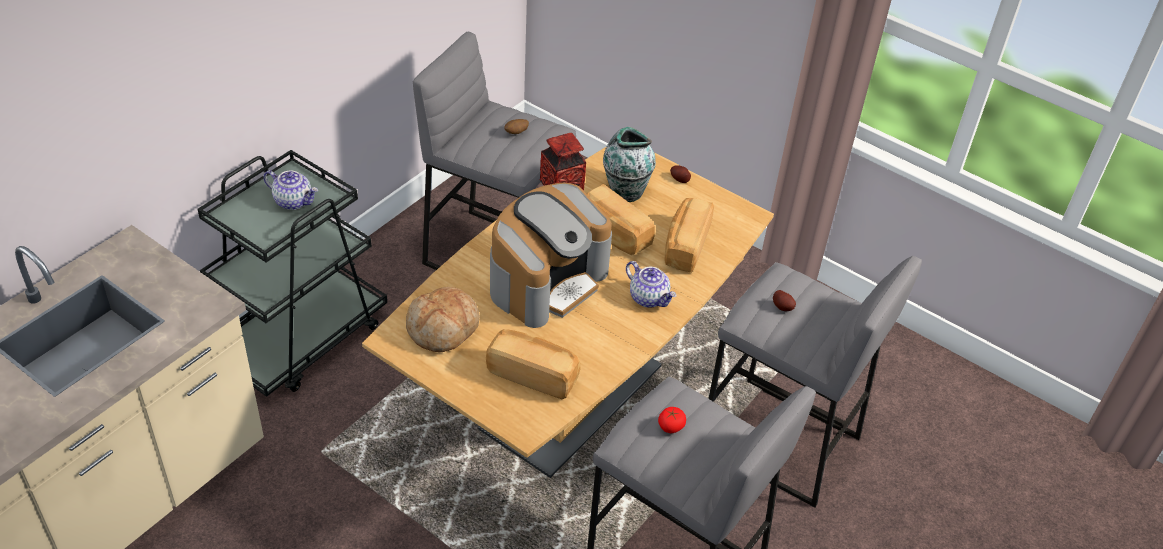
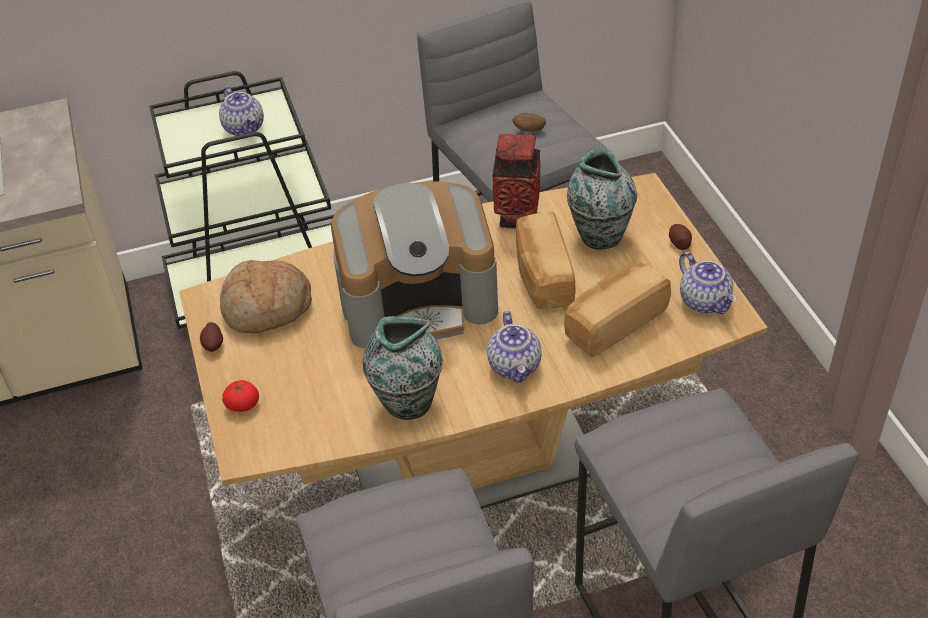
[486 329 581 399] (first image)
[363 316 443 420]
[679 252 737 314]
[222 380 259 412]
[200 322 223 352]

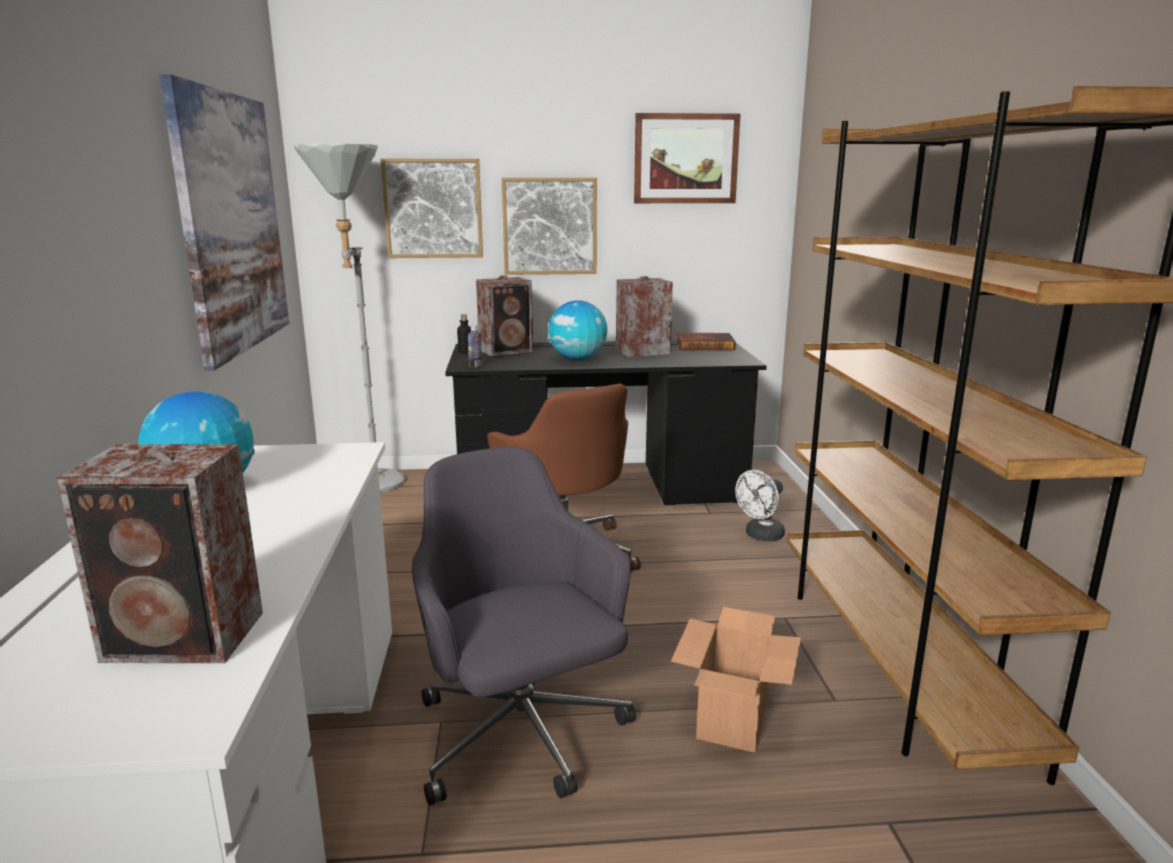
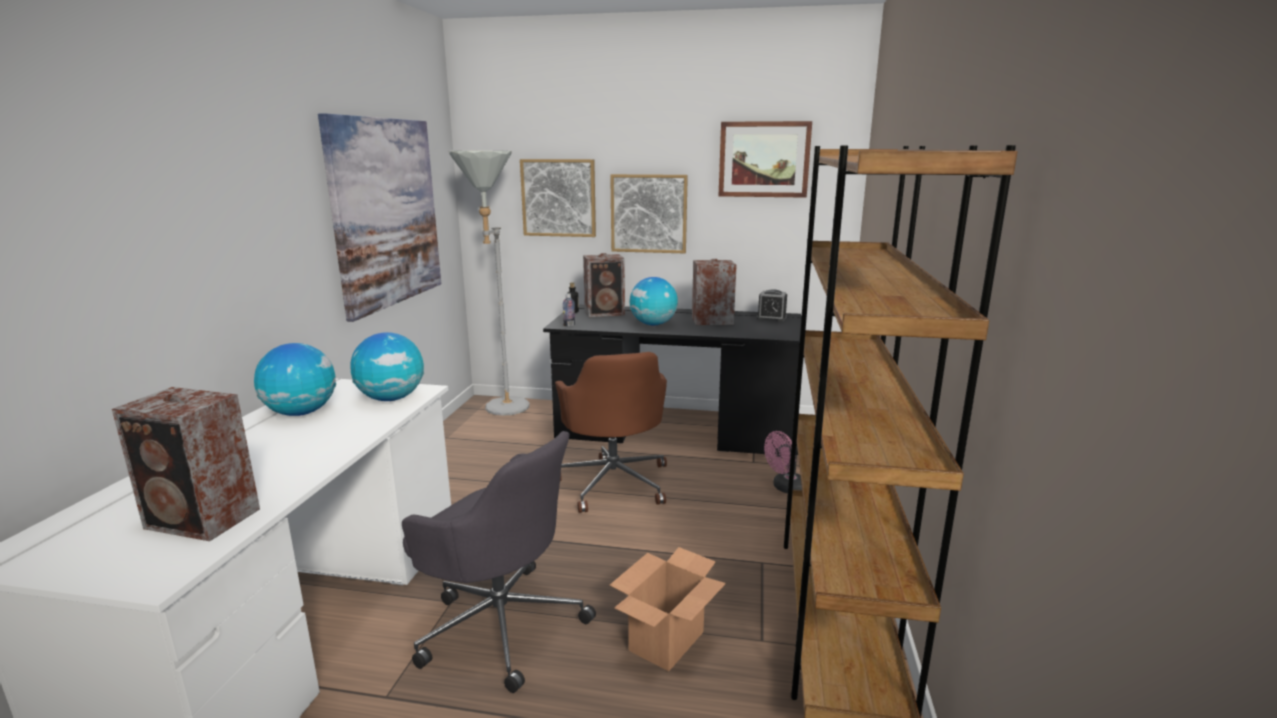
[350 332 424 401]
[756 289 787 322]
[764 431 802 493]
[402 431 596 693]

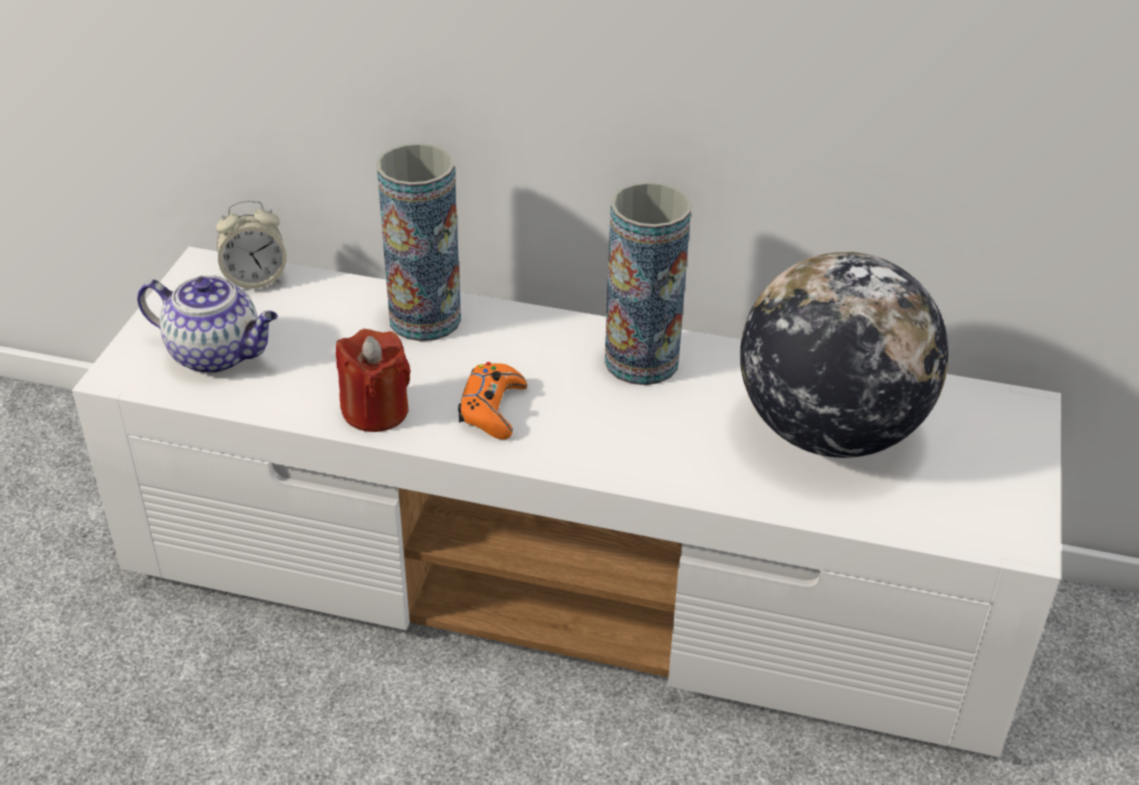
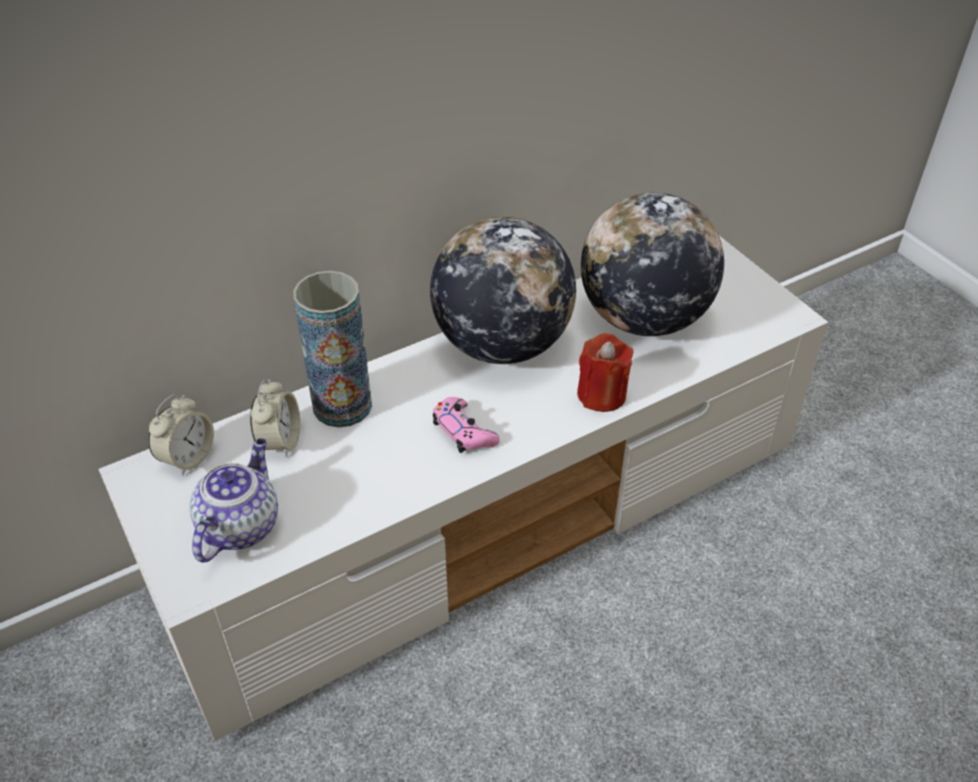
[250 379 301 457]
[577 333 634 412]
[430 217 576 364]
[433 397 500 453]
[190 438 278 562]

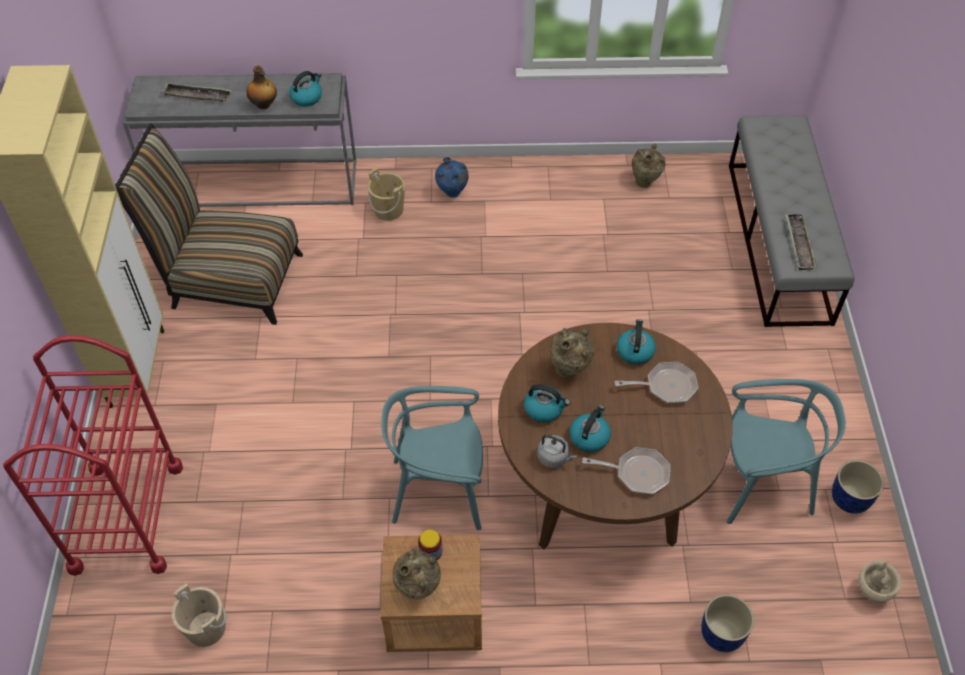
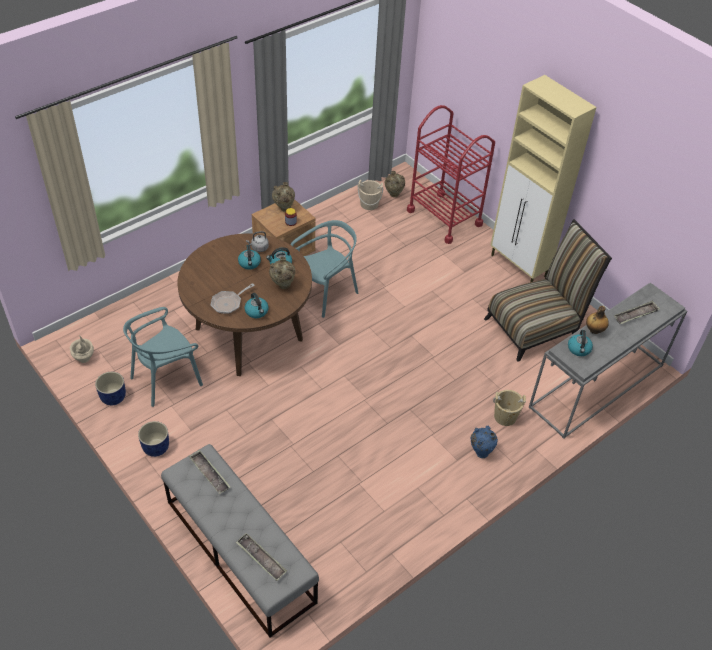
[582 447 670 494] (first image)
[236 533 287 581]
[385 171 405 197]
[138 421 169 457]

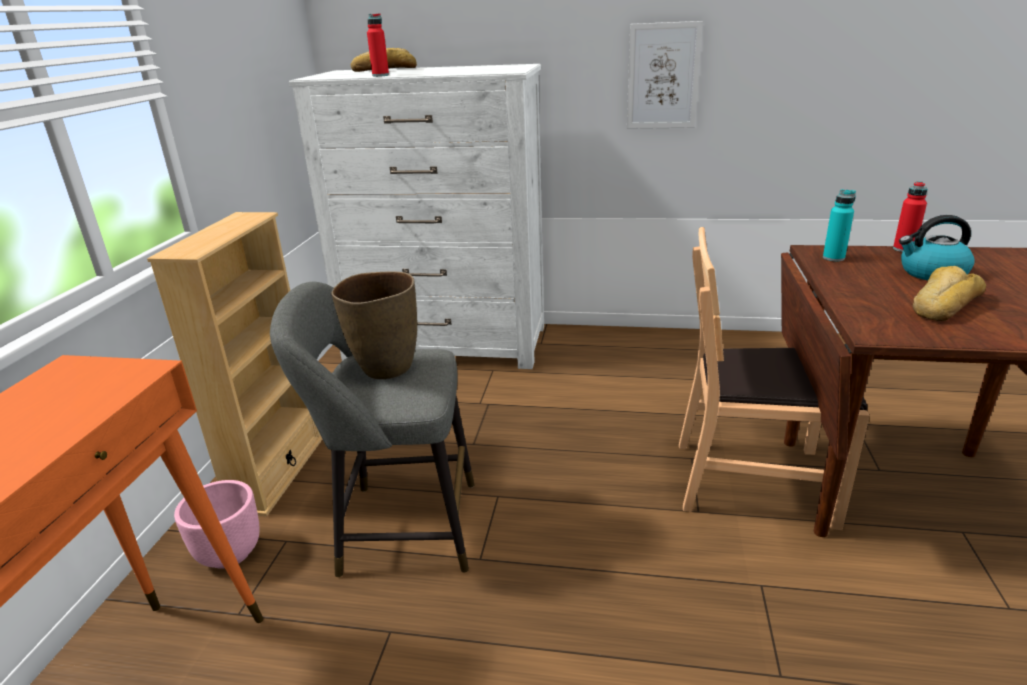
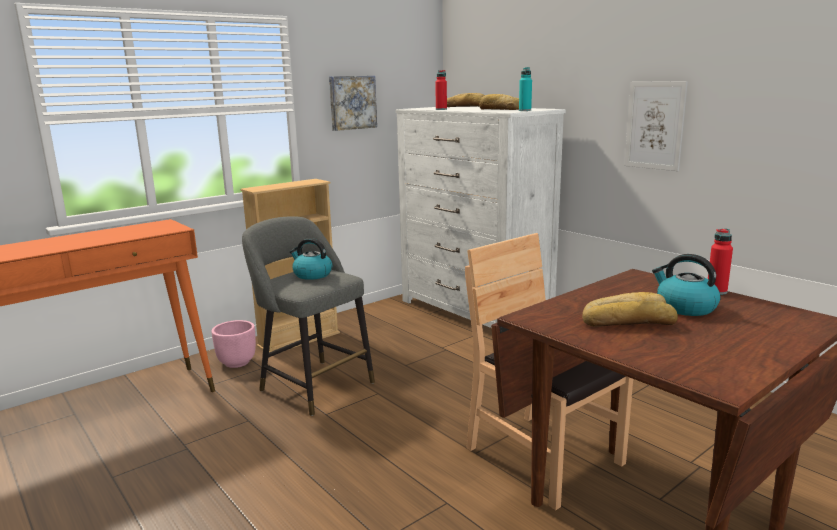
[329 76 377 131]
[479 94 519 110]
[519 67 532 111]
[290 238 332 280]

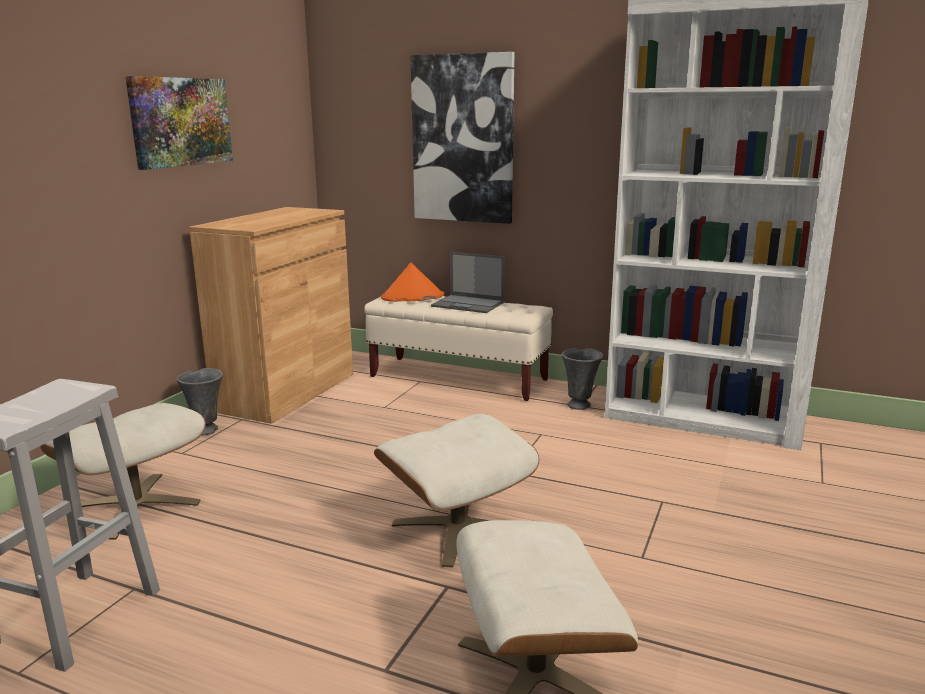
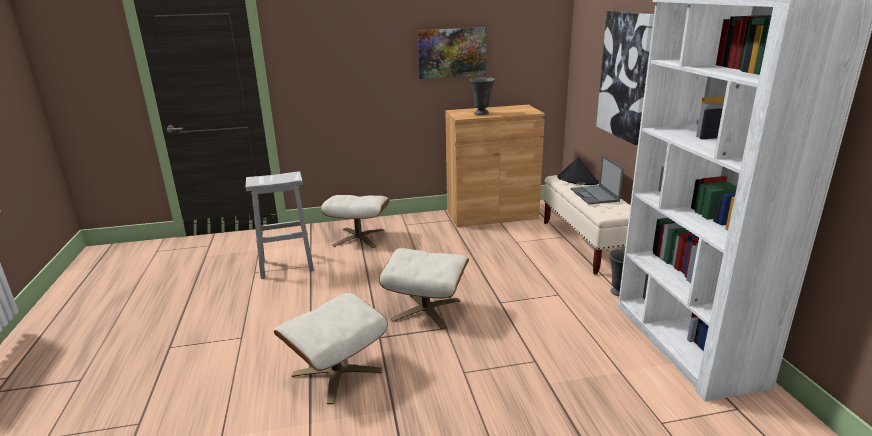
[470 77 495 115]
[557 157 599 185]

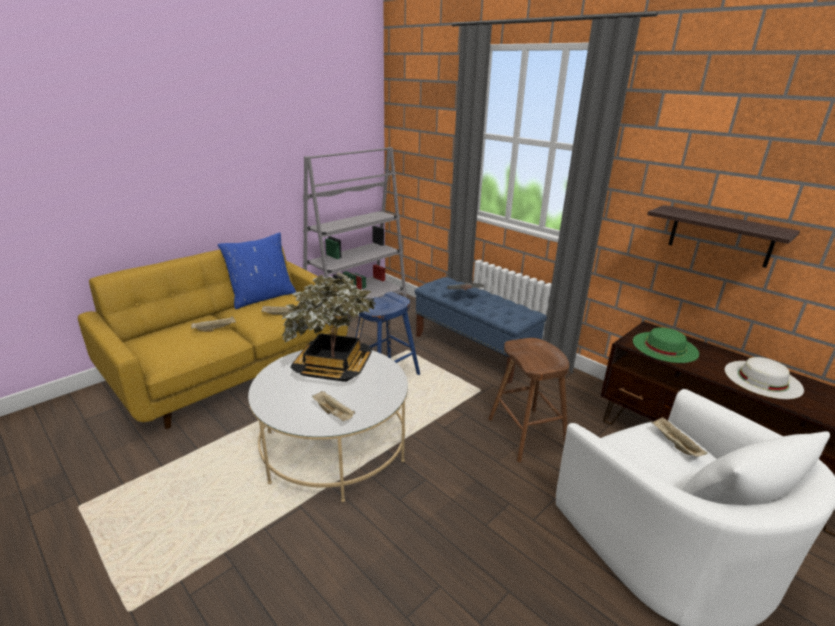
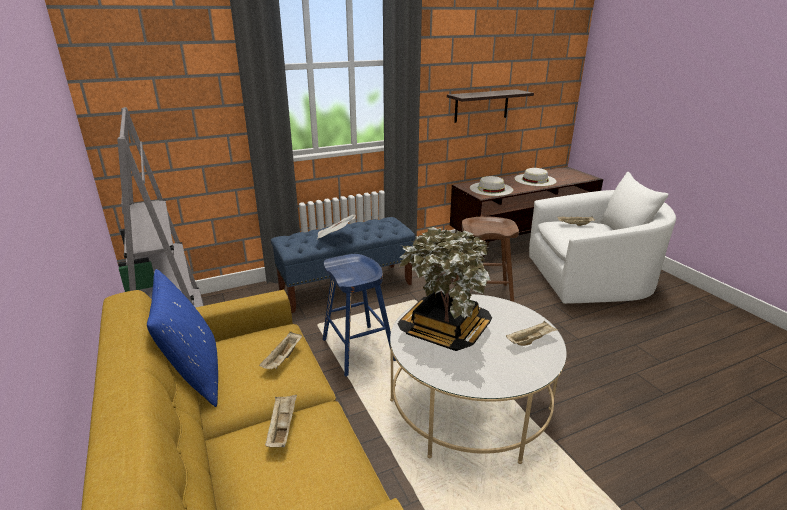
[470 176 513 196]

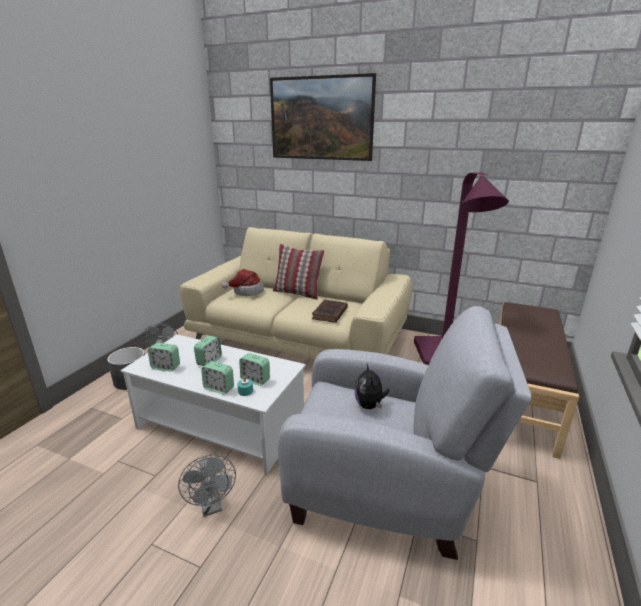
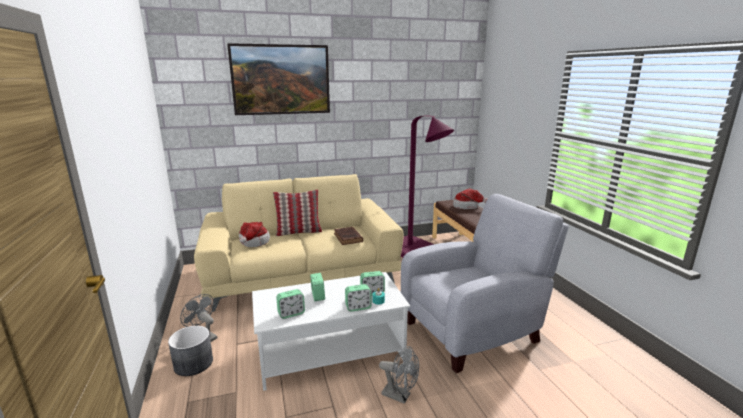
[354 364 389 409] (first image)
[453 188 488 209]

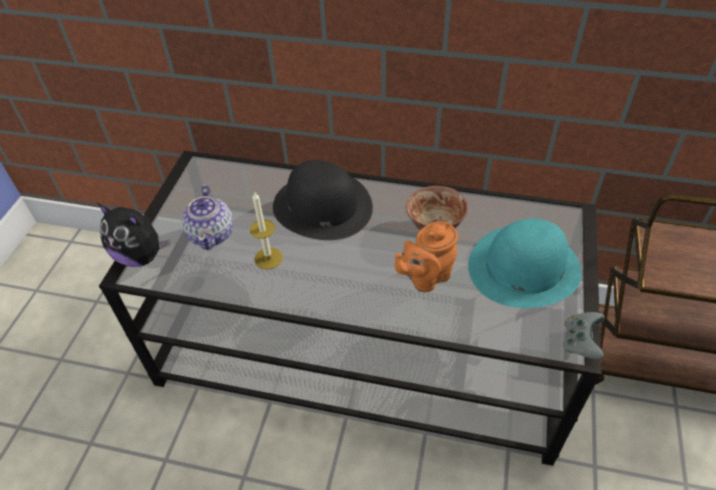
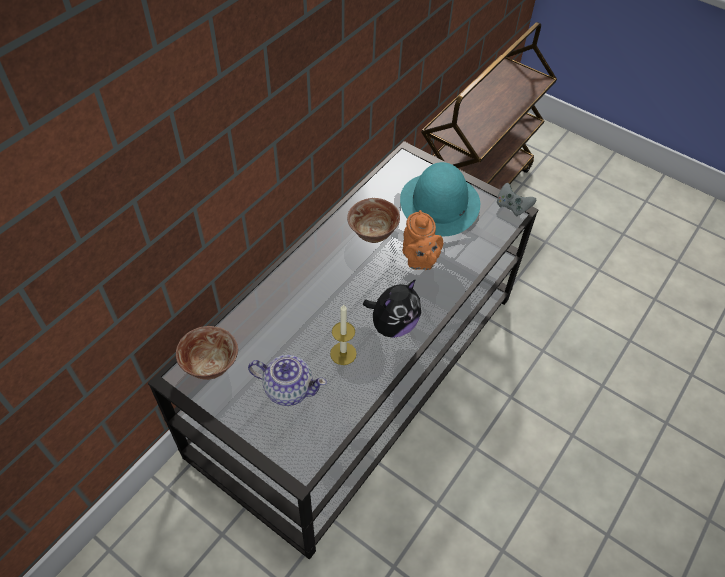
[273 160 373 240] (first image)
[176 326 238 380]
[363 279 421 338]

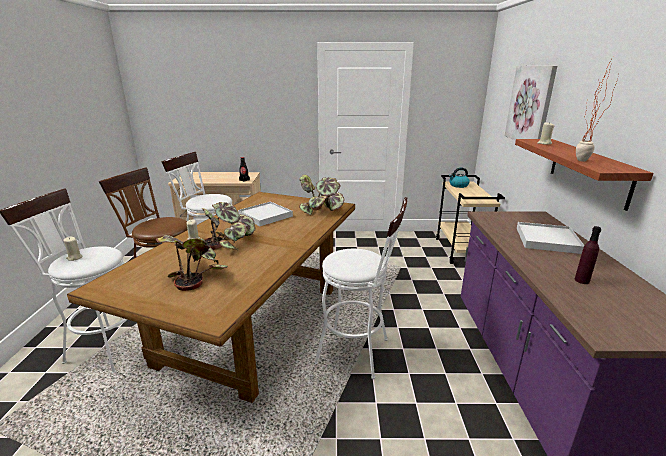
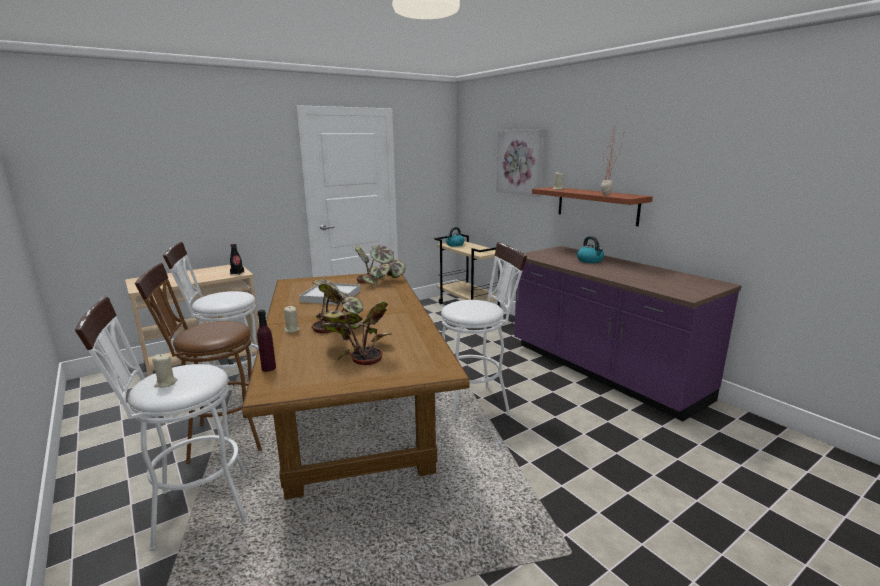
[257 310 276 372]
[577 236 604 263]

